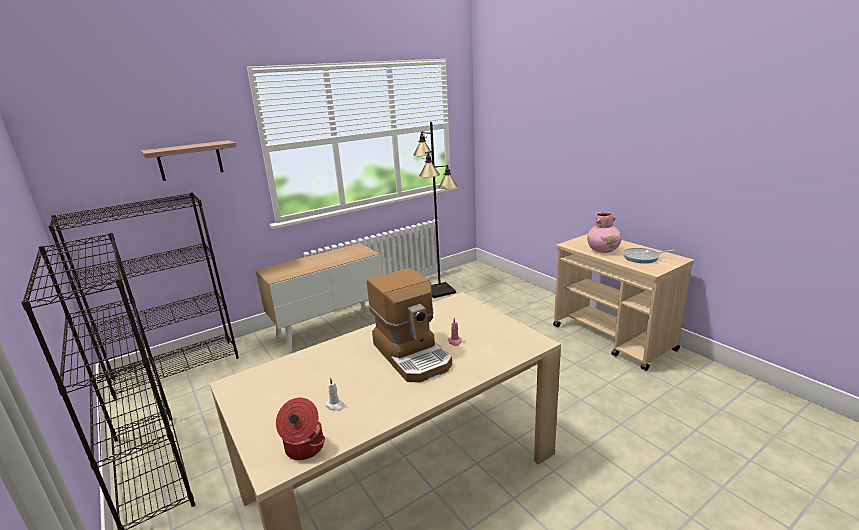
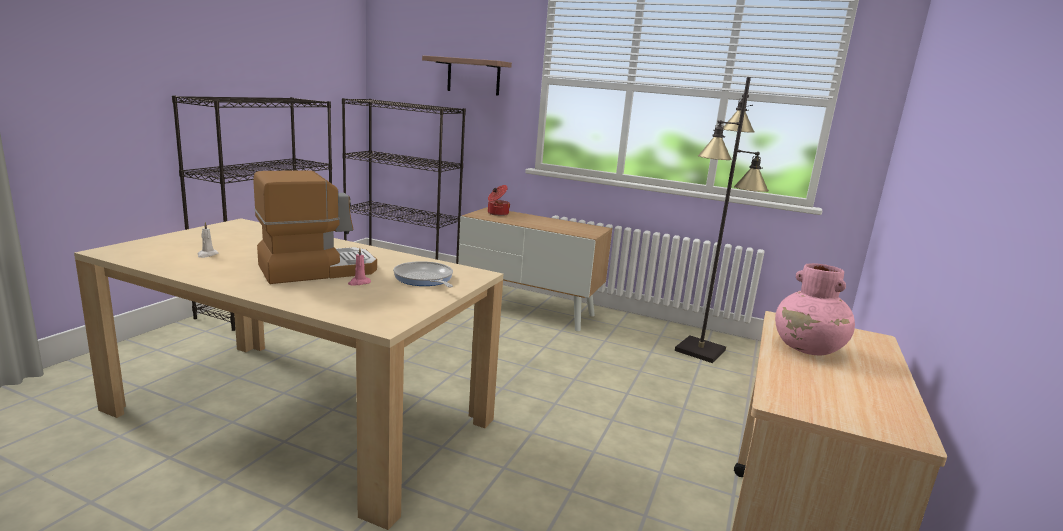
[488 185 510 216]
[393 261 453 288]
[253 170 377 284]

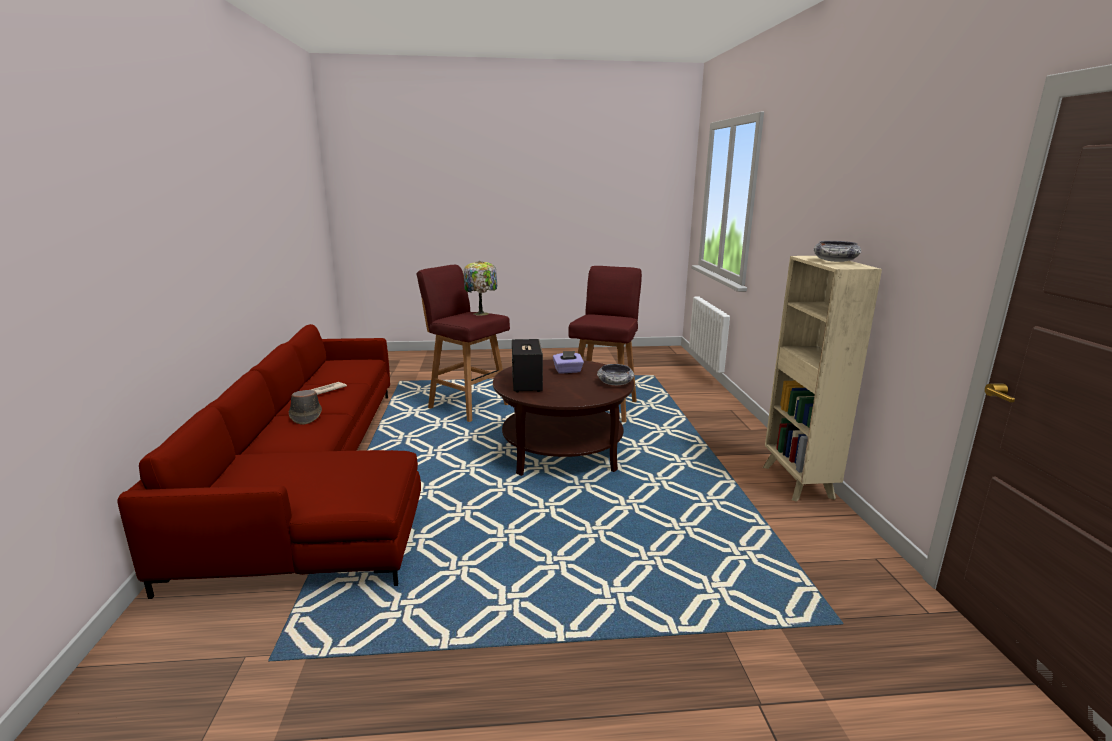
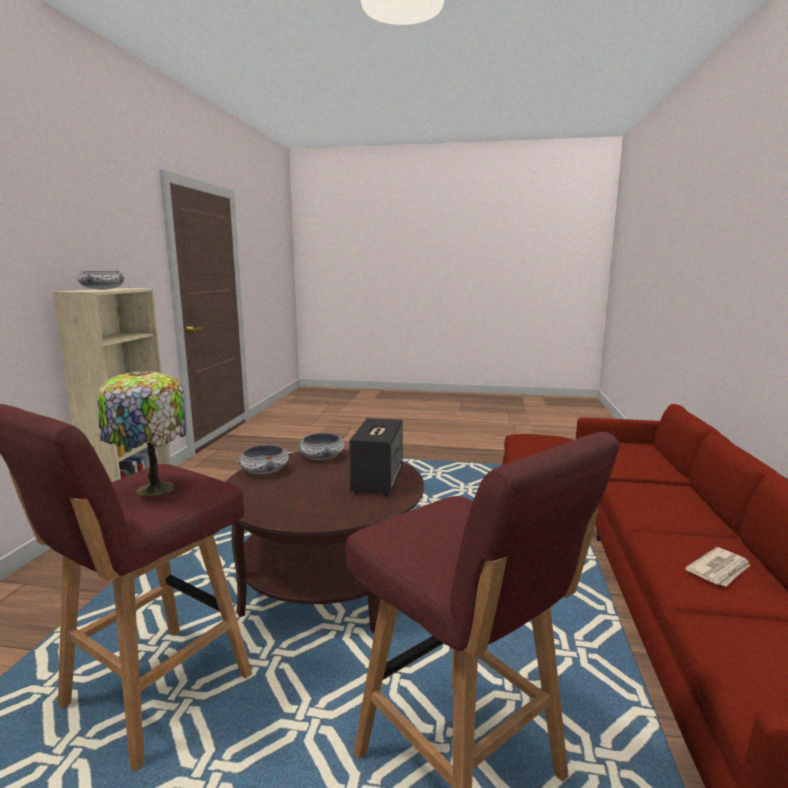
[289 390 322 425] (first image)
[553 351 584 374] (first image)
[297 433 344 460]
[97 369 186 496]

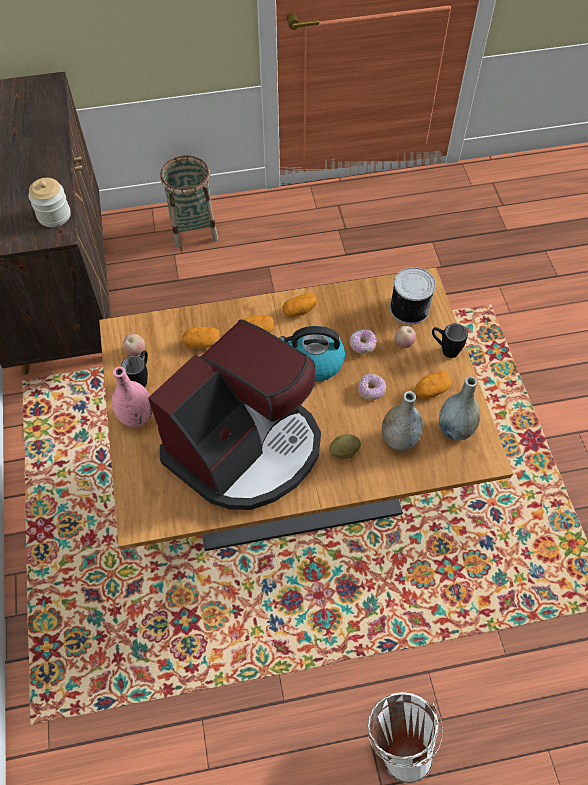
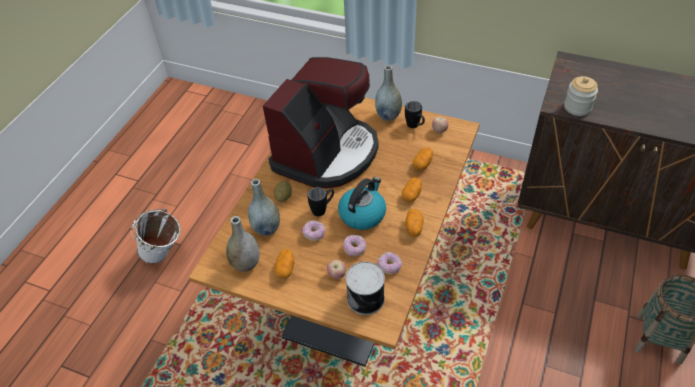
[377 252 402 275]
[308 187 334 216]
[375 65 402 121]
[263 57 378 188]

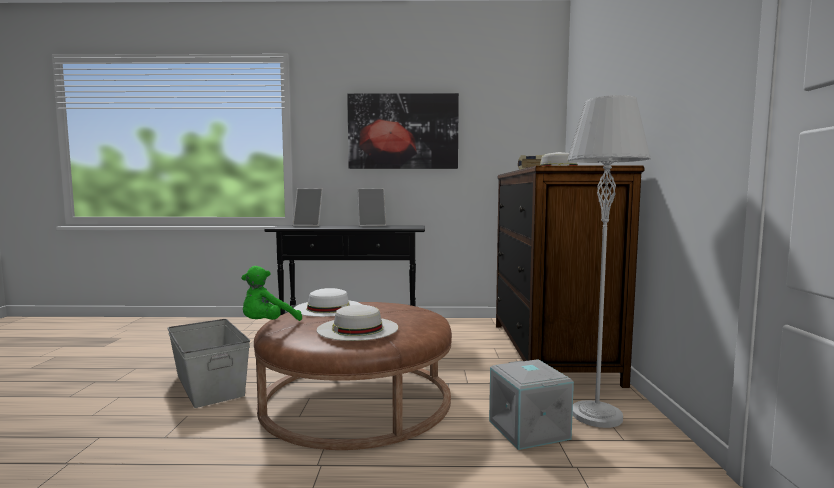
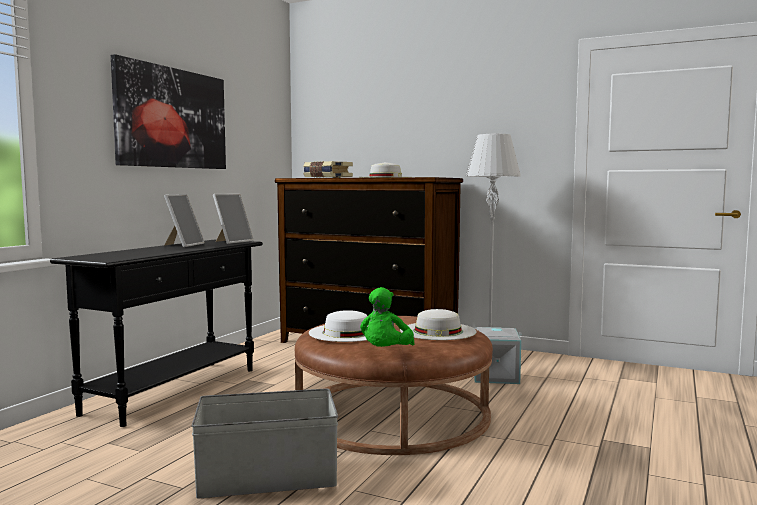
[213 193 253 244]
[360 287 414 347]

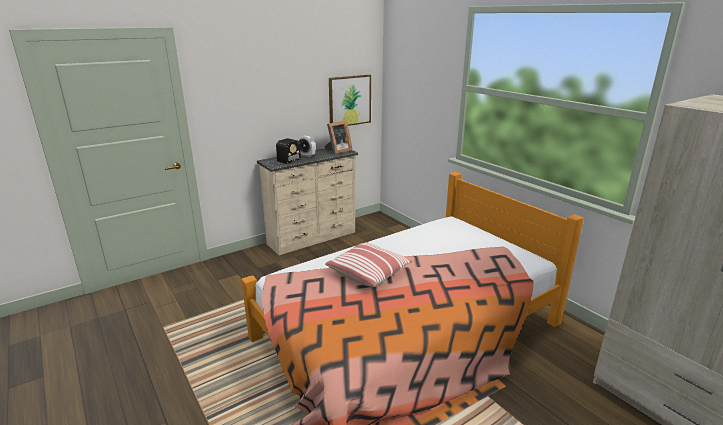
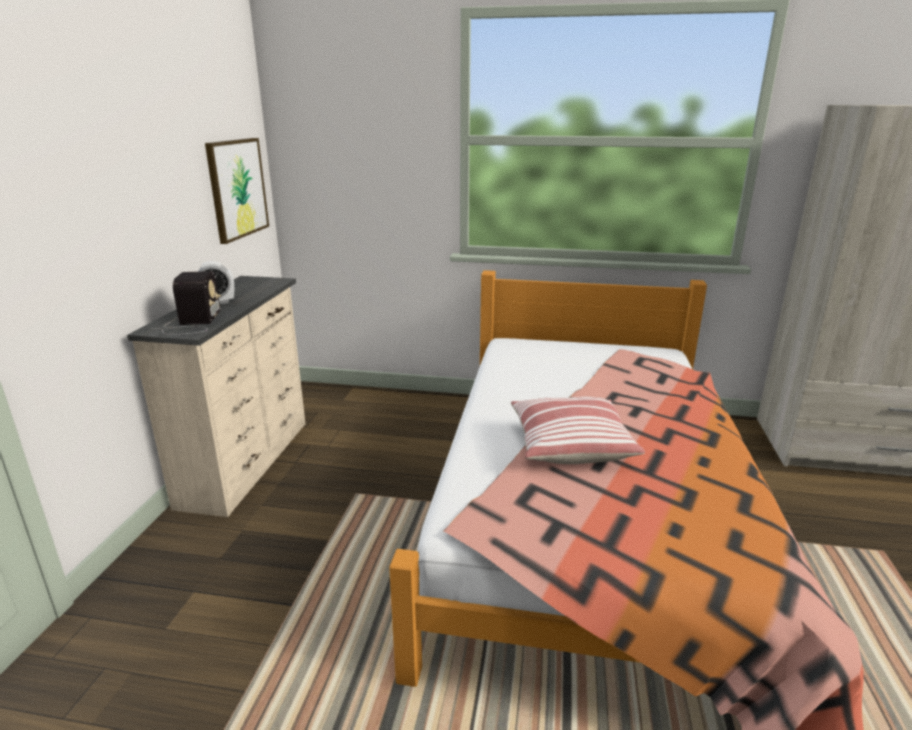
[324 121 352 154] (first image)

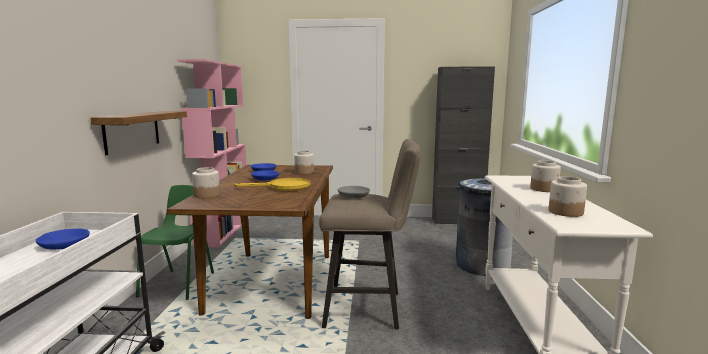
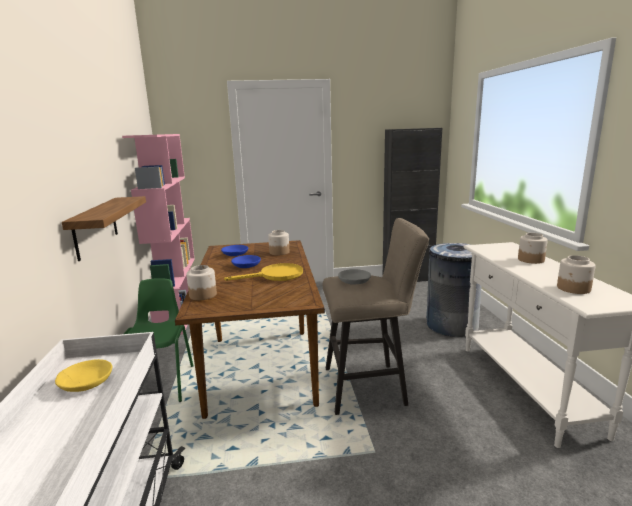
[55 359 112 392]

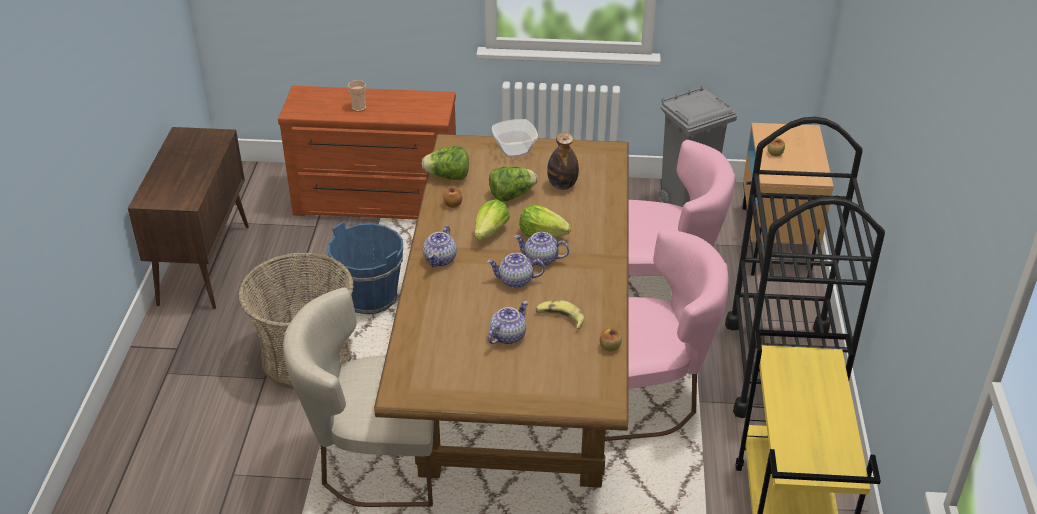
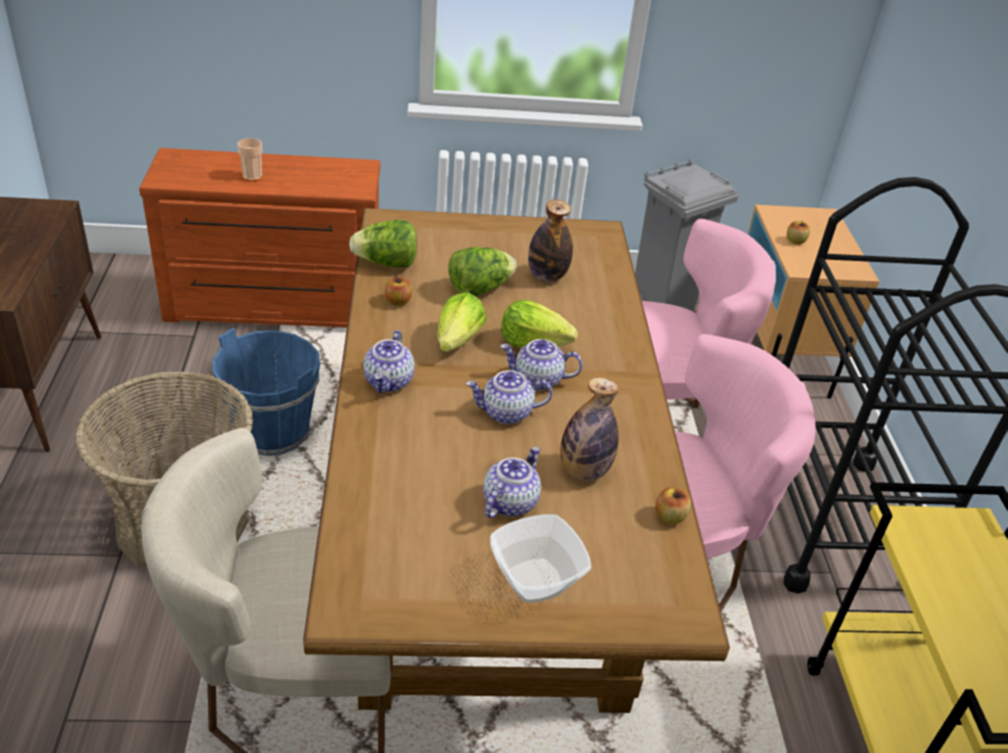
[490 514 591 603]
[560 378 619 481]

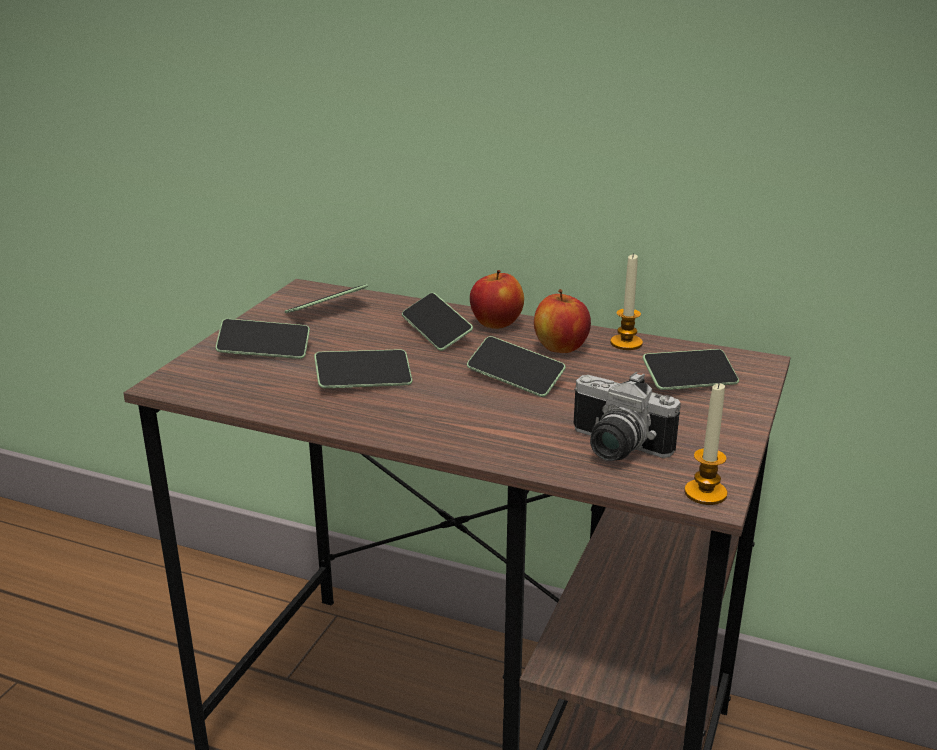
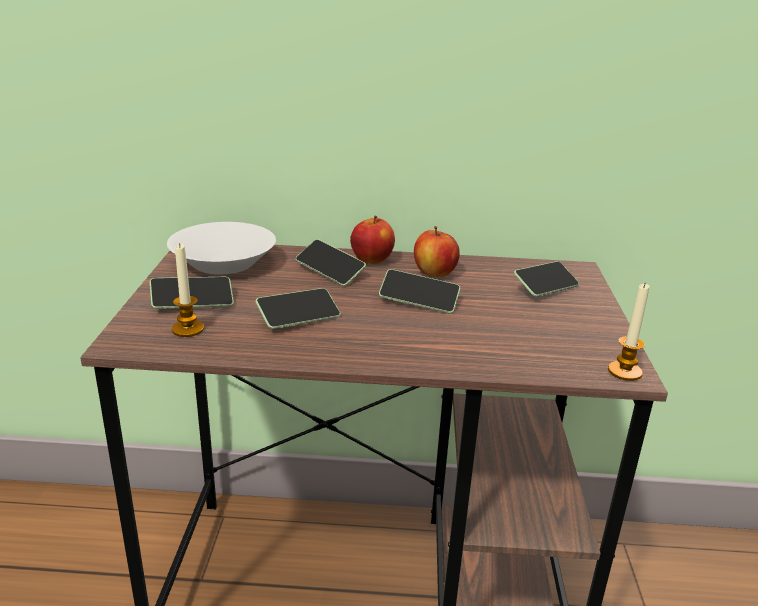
[574 372 681 461] (first image)
[172 243 204 337]
[167 222 276 275]

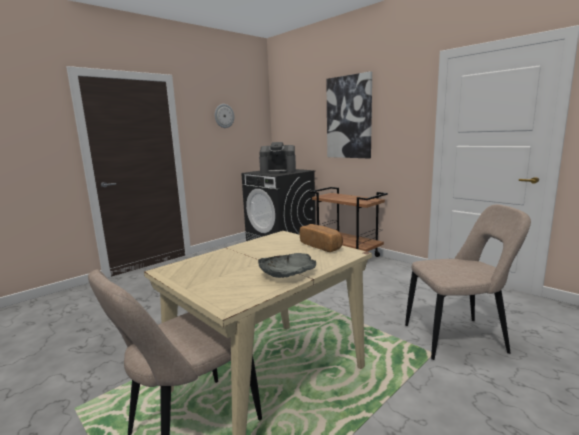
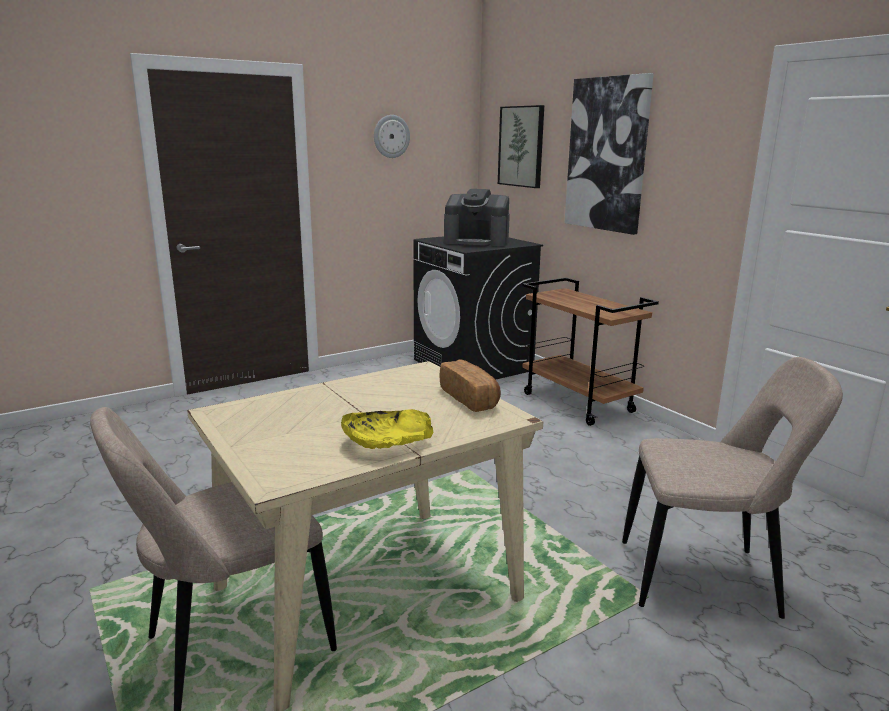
[498 105 544 188]
[341 409 433 449]

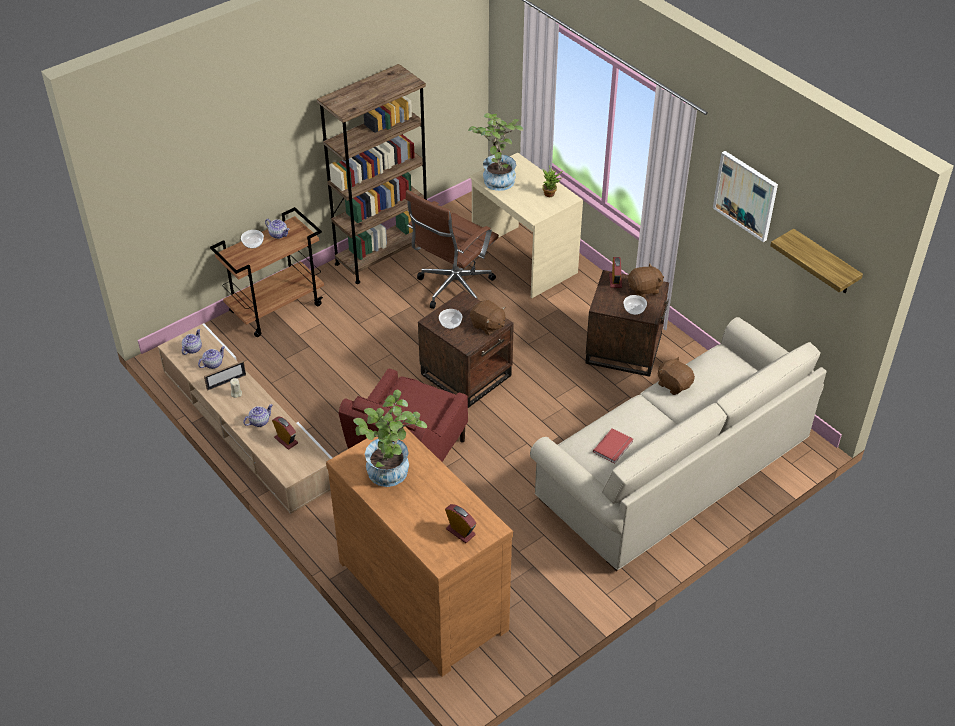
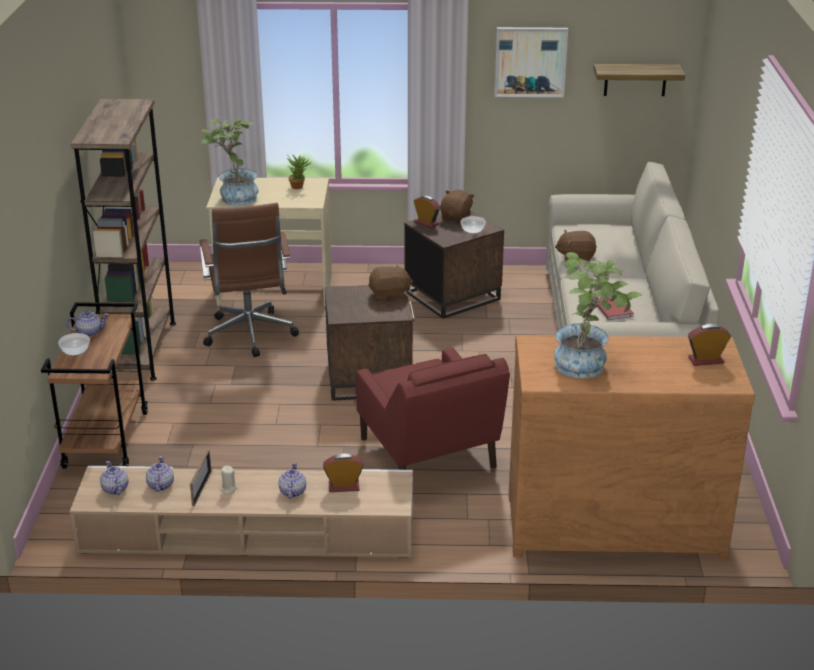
[439 309 462 329] (first image)

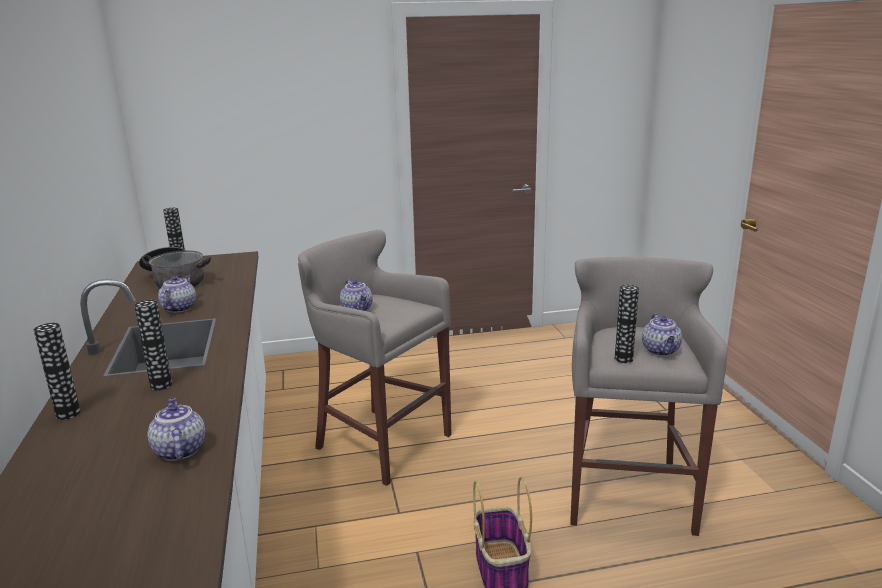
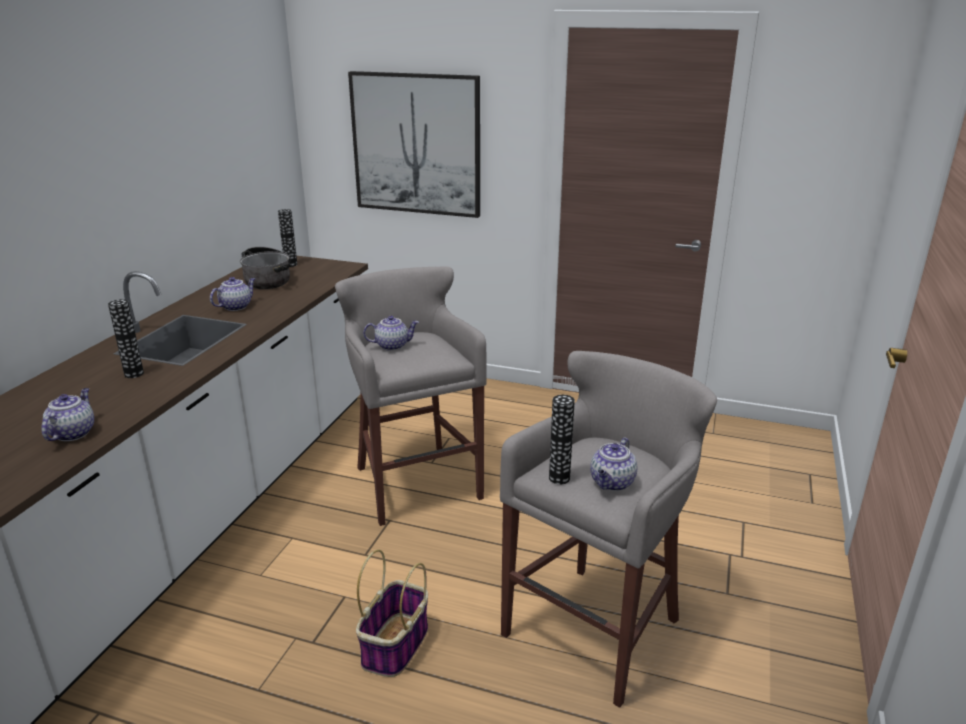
[34 323 81 420] (first image)
[348 71 480 218]
[363 316 419 351]

